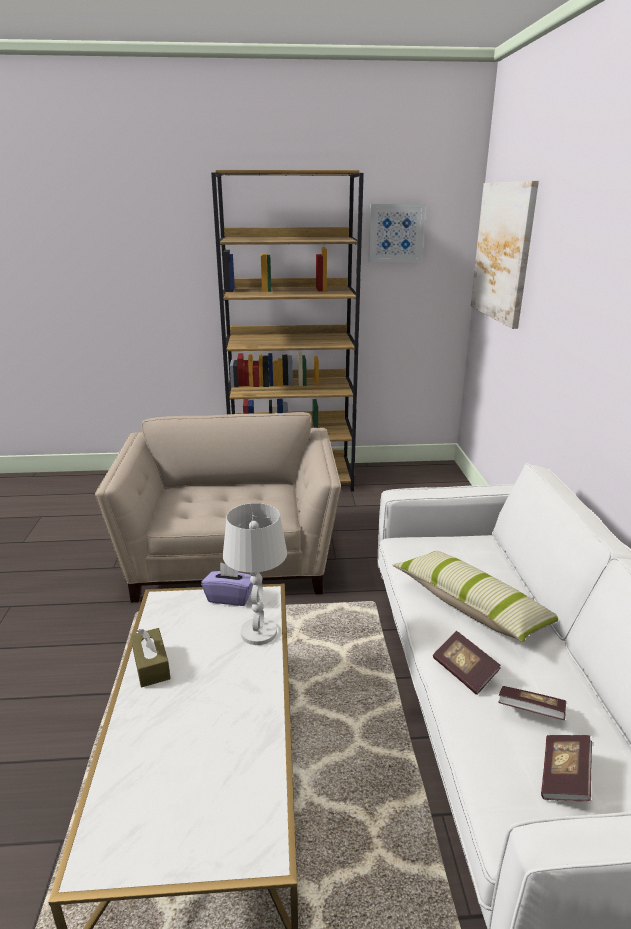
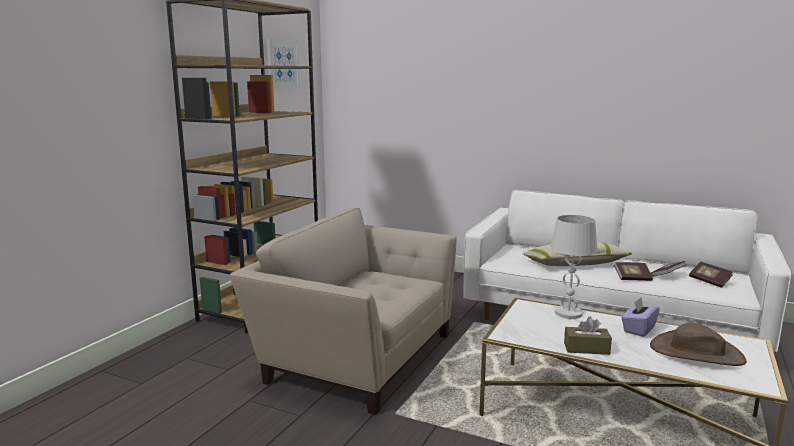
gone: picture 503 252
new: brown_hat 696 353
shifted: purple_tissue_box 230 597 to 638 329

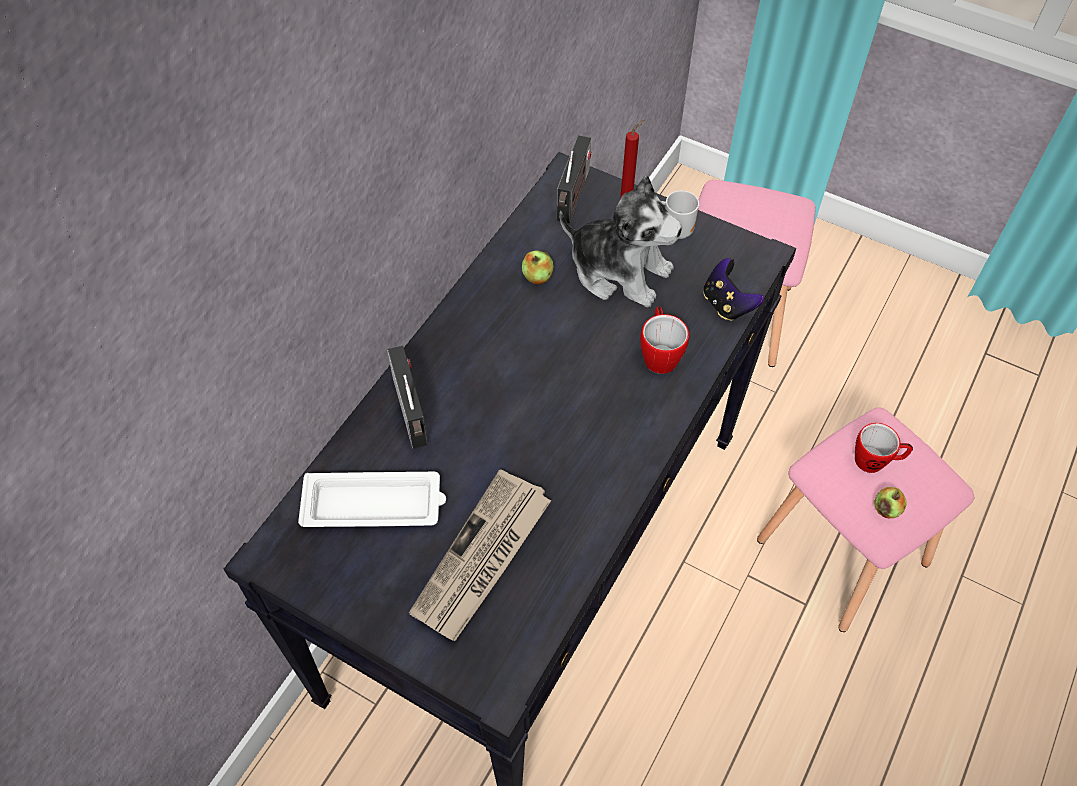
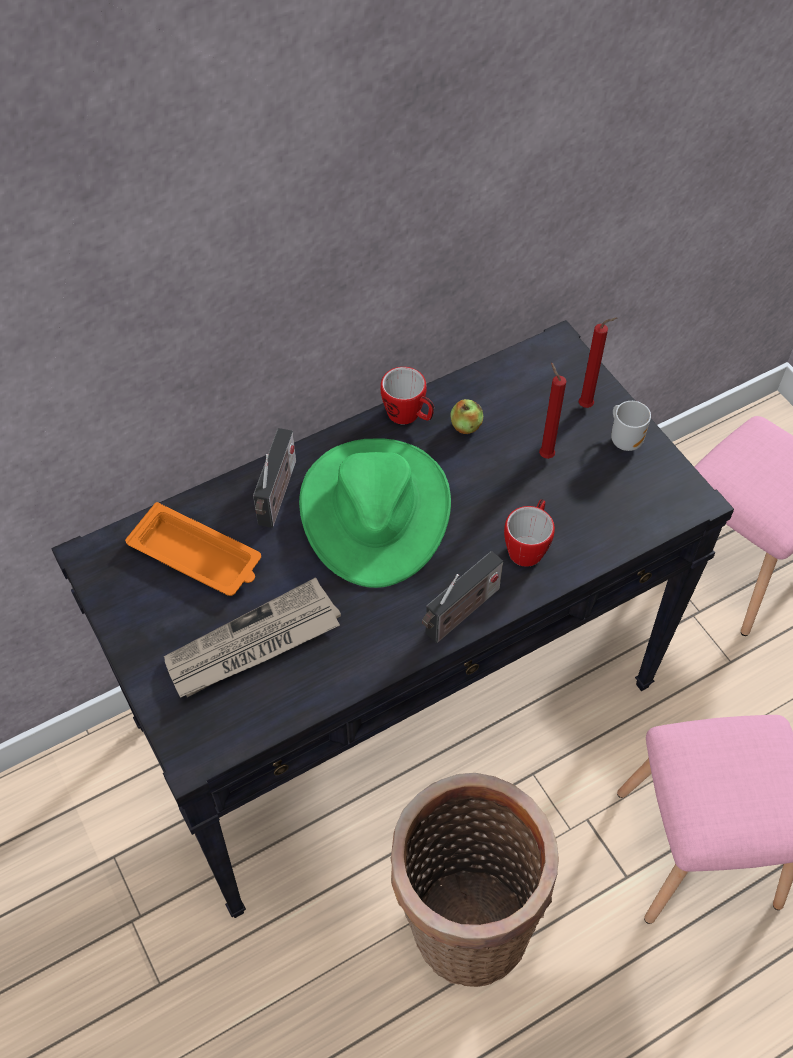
gone: game_controller 727 304; apple 886 509
new: green_hat 374 511; basket 463 921
shifted: radio 573 198 to 460 614; mug 876 461 to 409 416
swapped: plush_toy 619 271 to red_candle 544 454
repainted: white_tray 375 505 to orange_tray 197 556

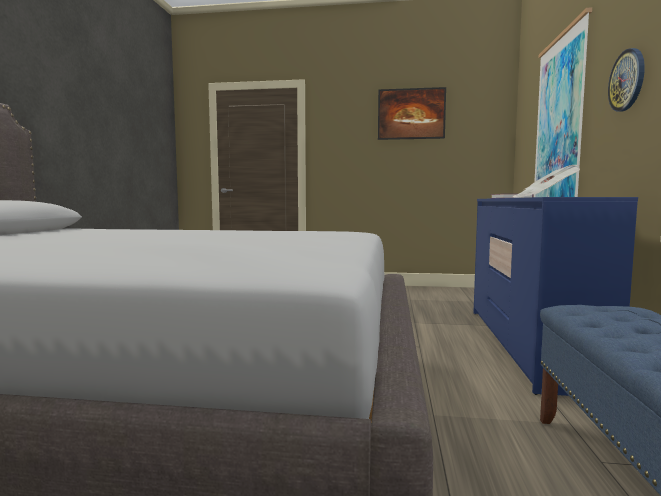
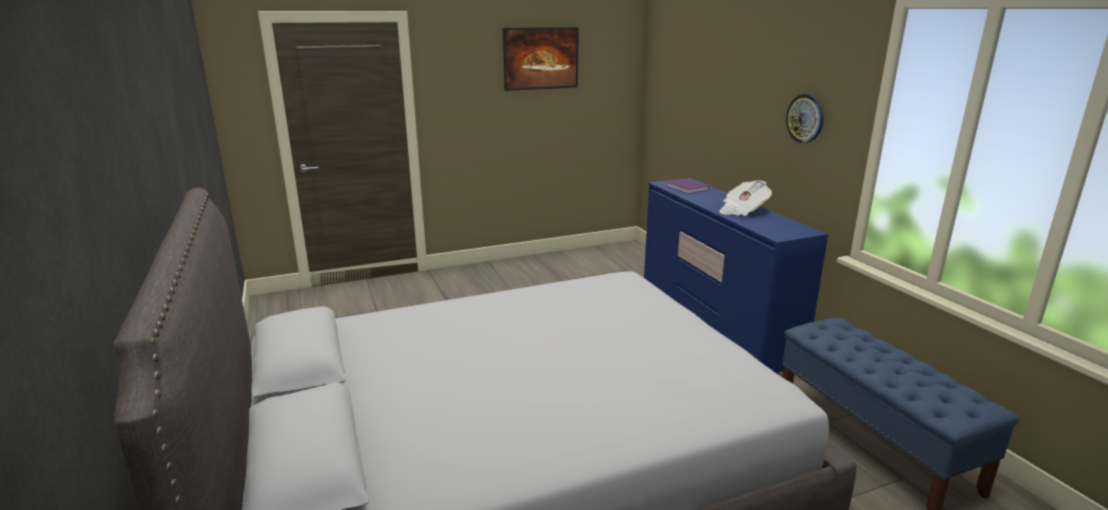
gone: picture 559 128

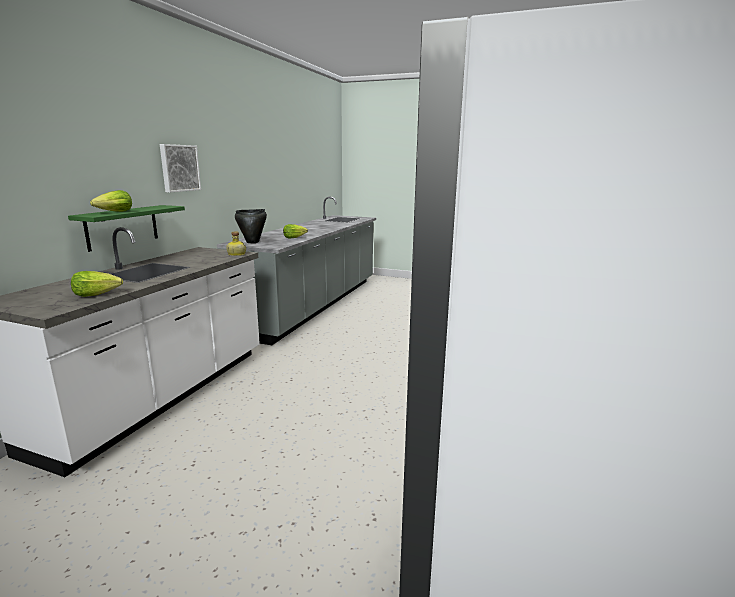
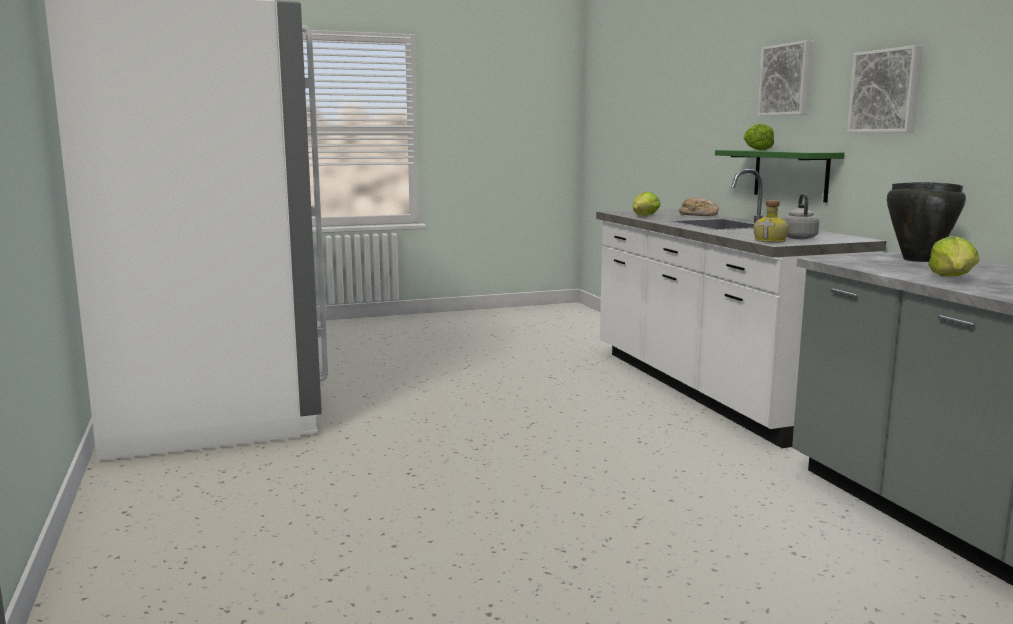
new: picture 787 80; grey_kettle 798 238; bread 699 215

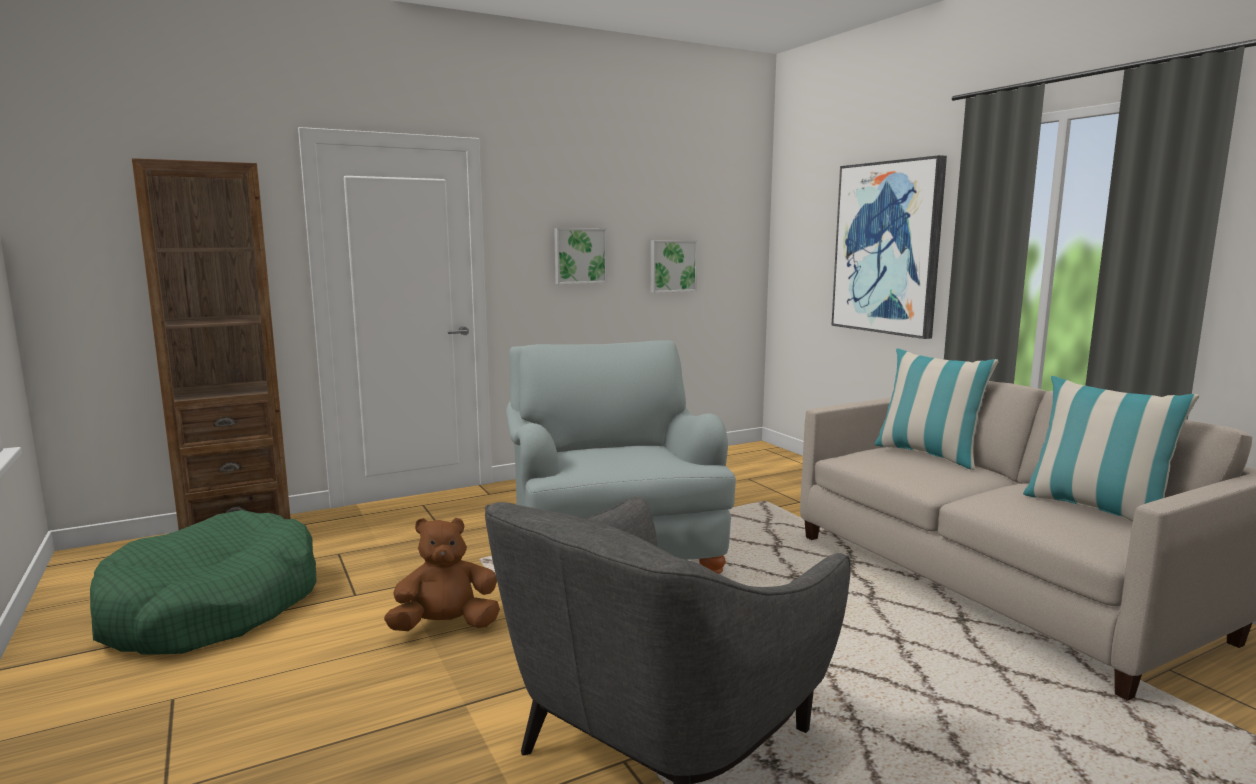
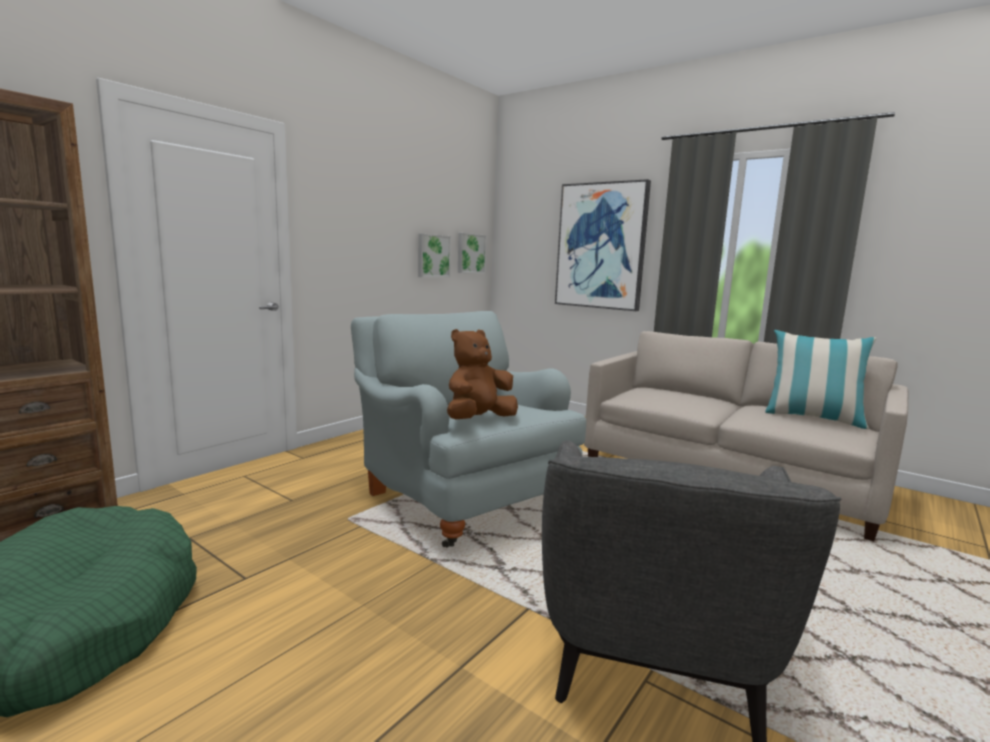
gone: pillow 928 454
shifted: picture 579 256 to 470 253; brown_plush_toy 446 626 to 478 420

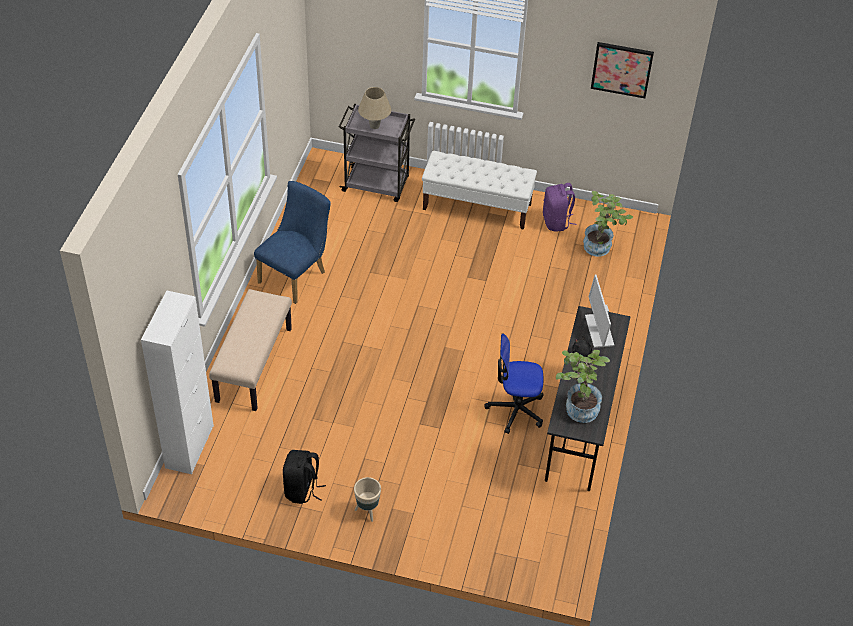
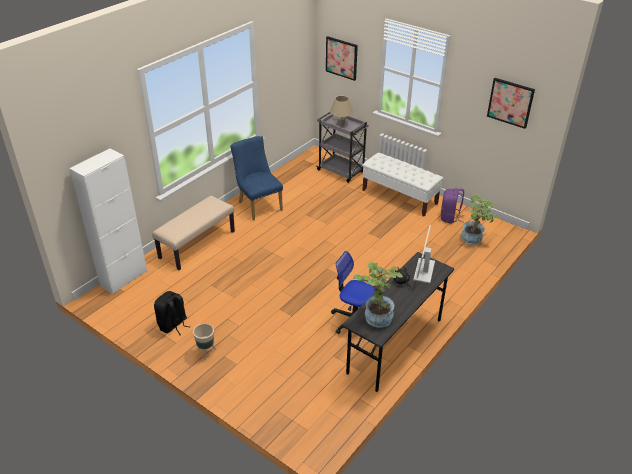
new: picture 341 58
rotated: blue_chair 296 275 = 258 205 90 degrees counterclockwise

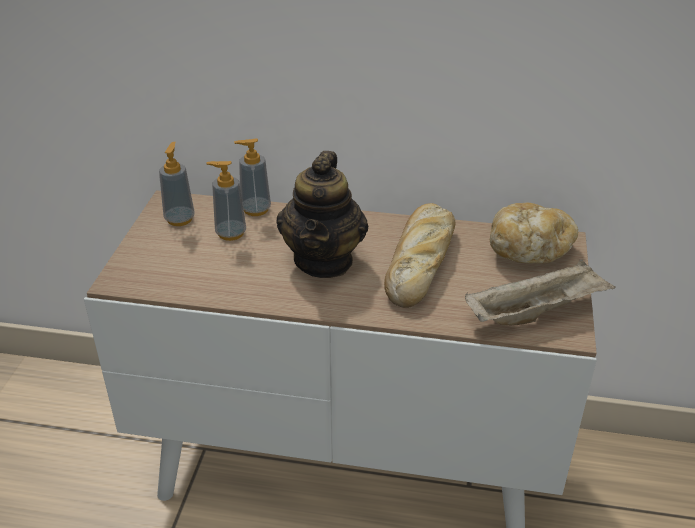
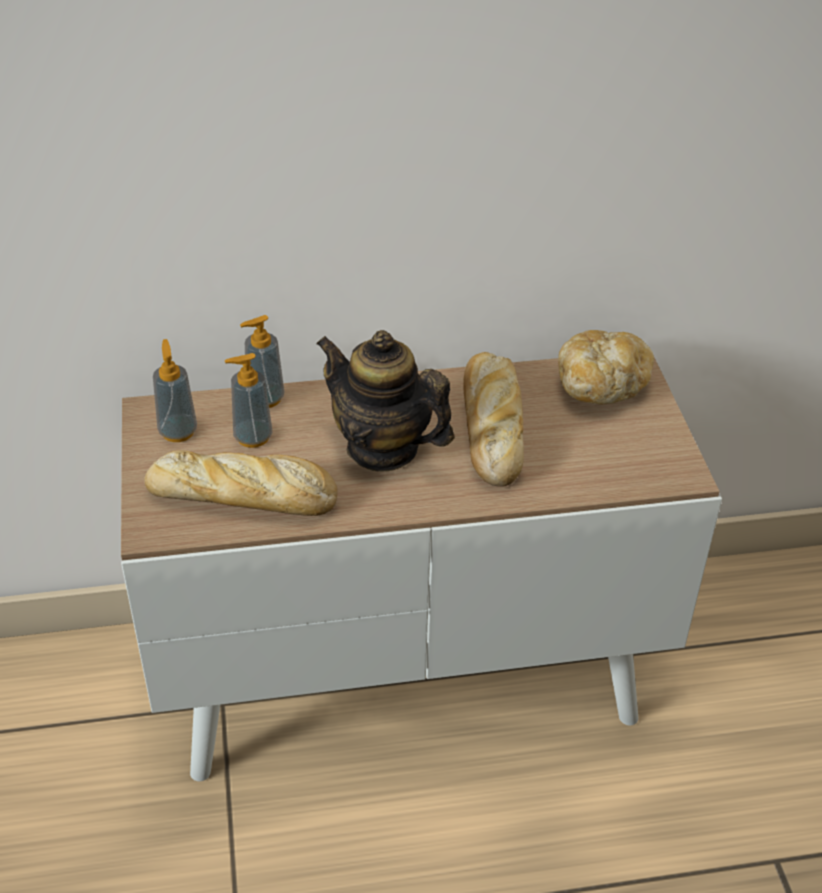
gone: beige_tray 536 312
new: bread 246 496
rotated: teapot 324 260 = 383 448 135 degrees clockwise

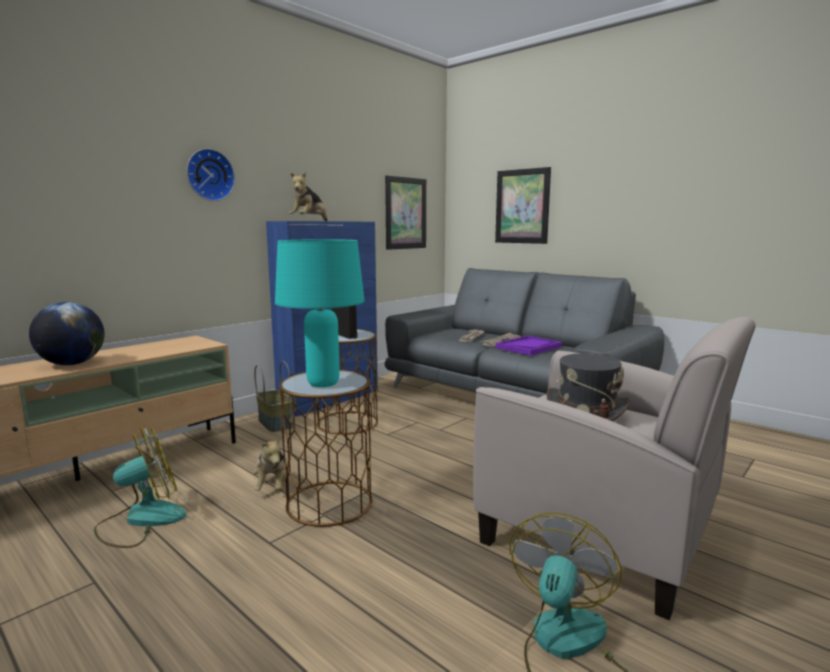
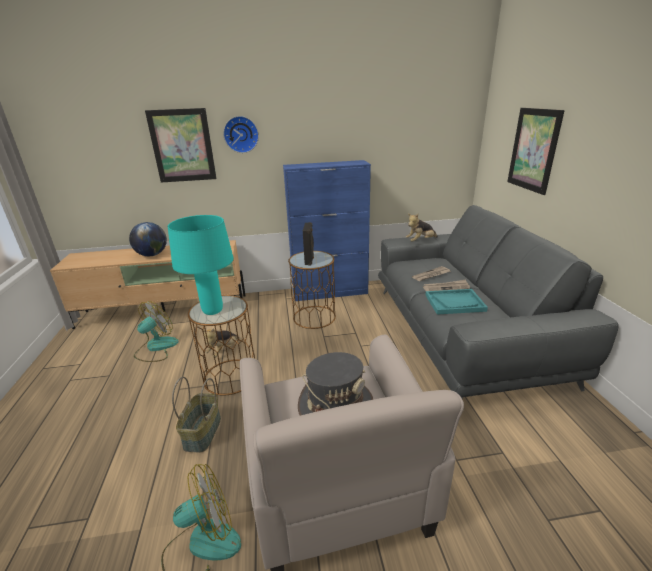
shifted: plush_toy 309 220 to 420 241; picture 405 213 to 182 146; basket 276 423 to 203 433
repainted: purple_tray 528 347 to turquoise_tray 455 303
rotated: fan 141 520 = 156 348 60 degrees counterclockwise

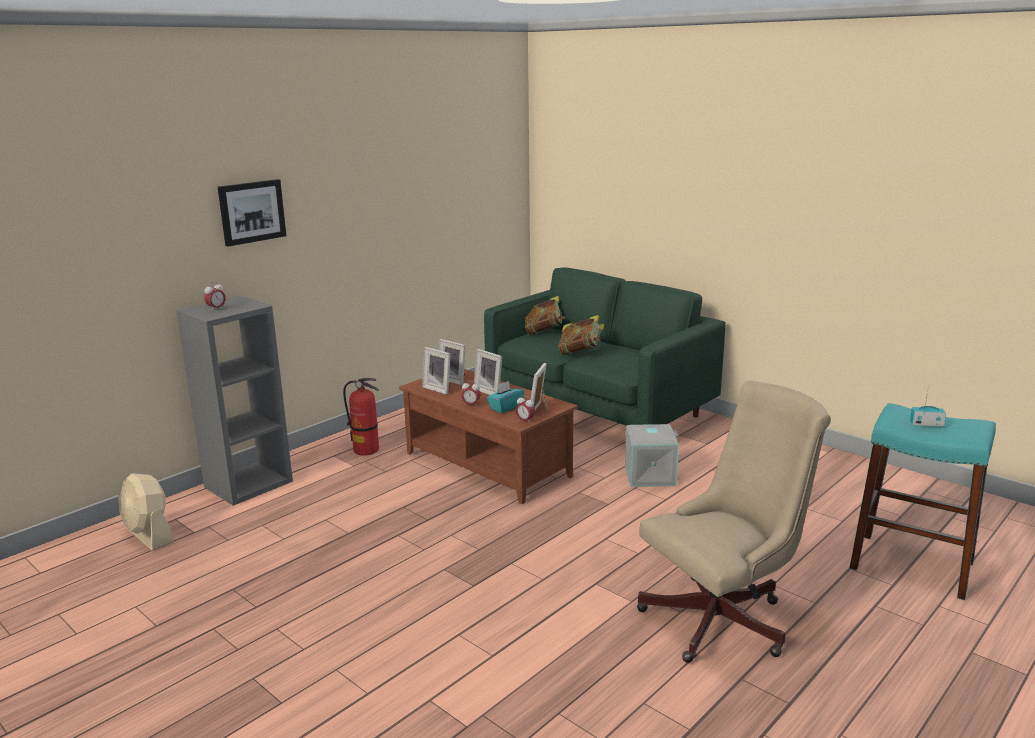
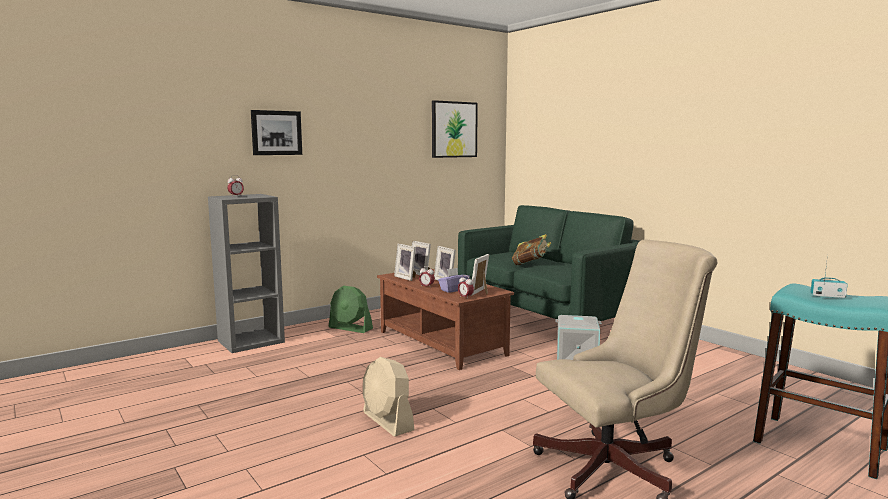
gone: book 544 332
new: picture 454 129
shifted: beige_fan 149 535 to 388 421
swapped: fire_extinguisher 366 450 to green_fan 350 328
repainted: turquoise_tissue_box 505 408 to purple_tissue_box 453 290

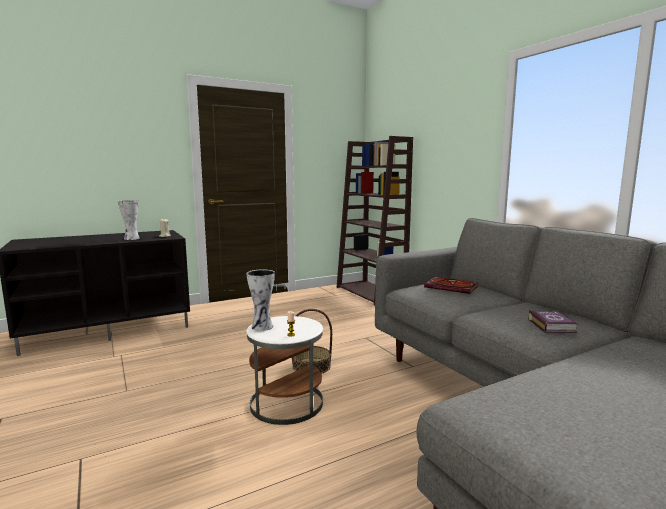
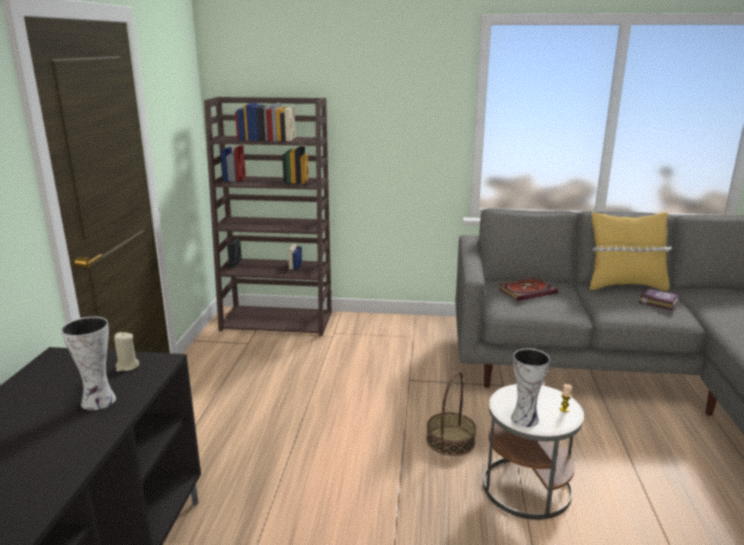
new: yellow_pillow 624 285

